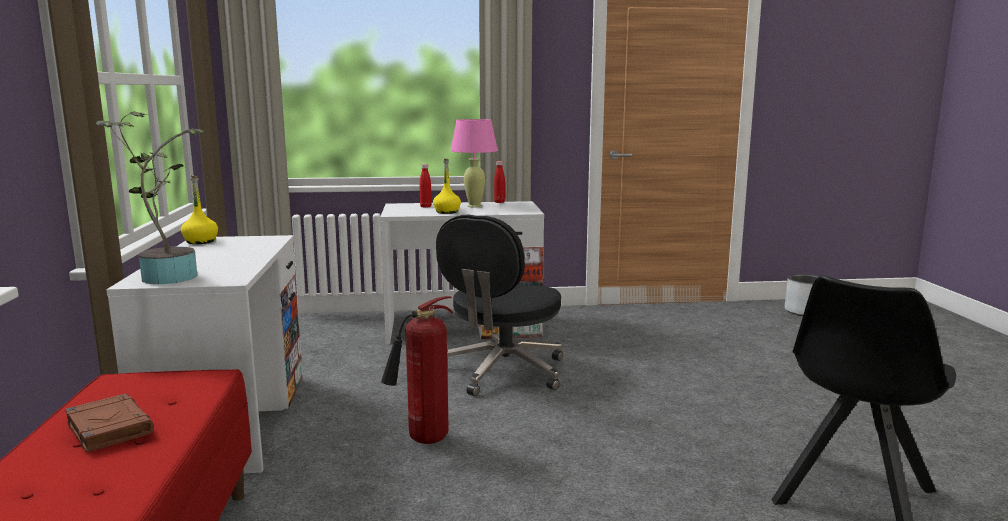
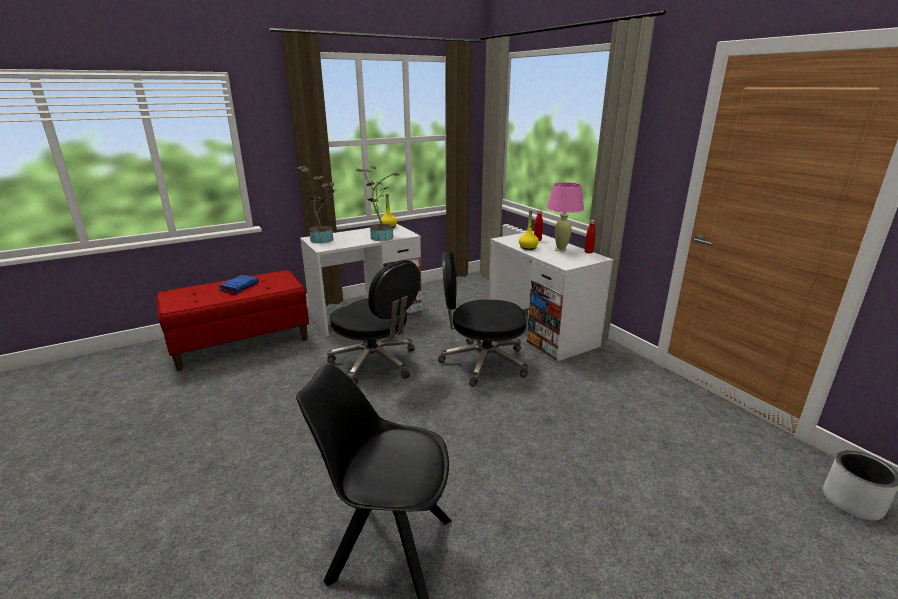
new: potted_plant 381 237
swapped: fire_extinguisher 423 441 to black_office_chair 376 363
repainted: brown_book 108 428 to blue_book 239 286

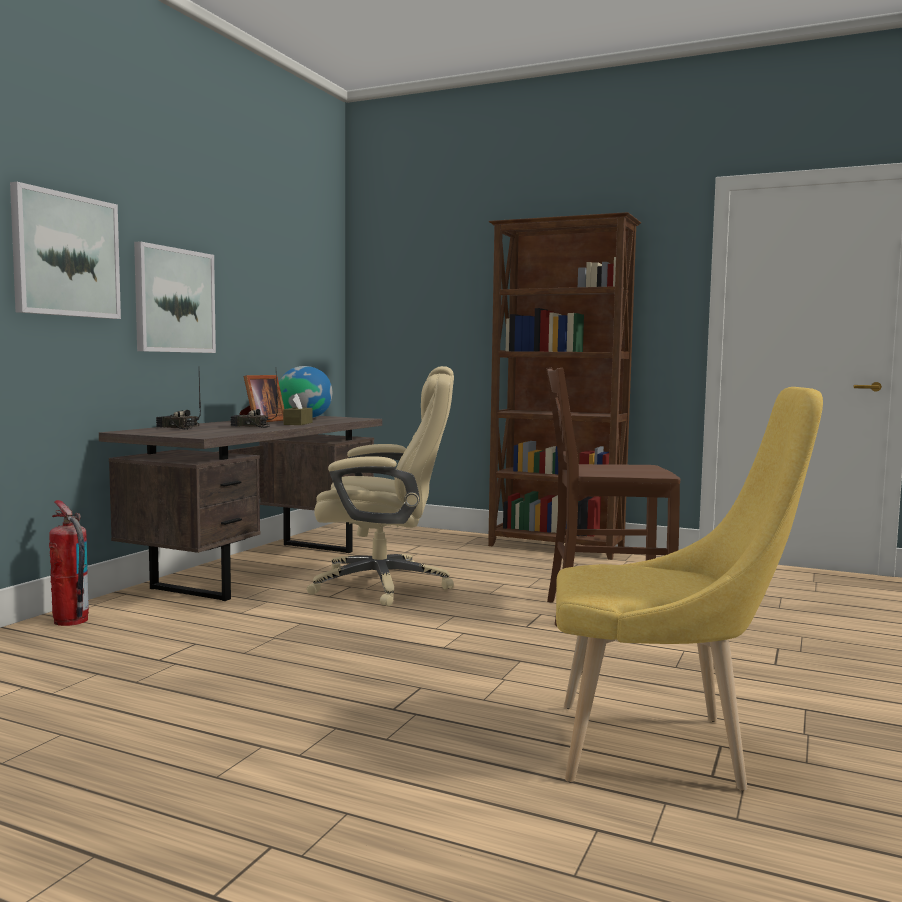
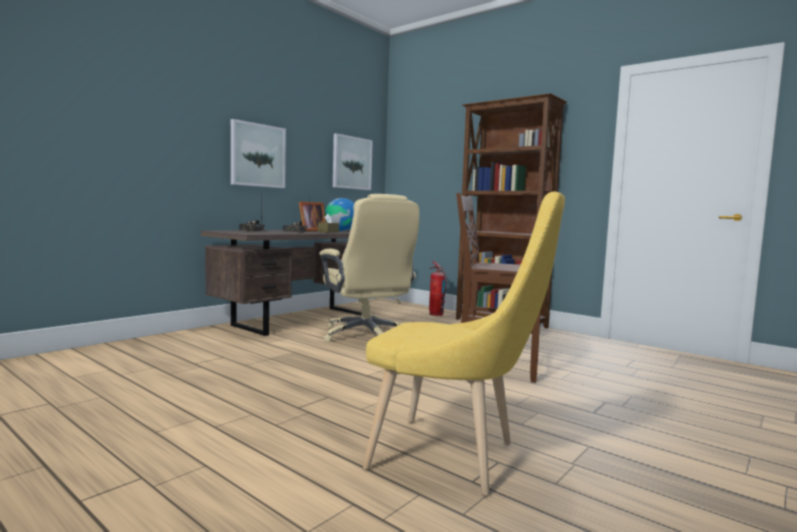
shifted: picture 66 255 to 351 163; fire_extinguisher 70 621 to 436 314
rotated: beige_office_chair 384 585 = 366 336 45 degrees clockwise

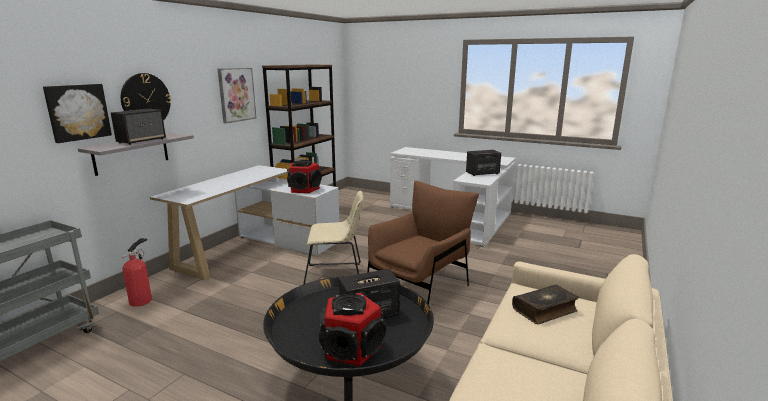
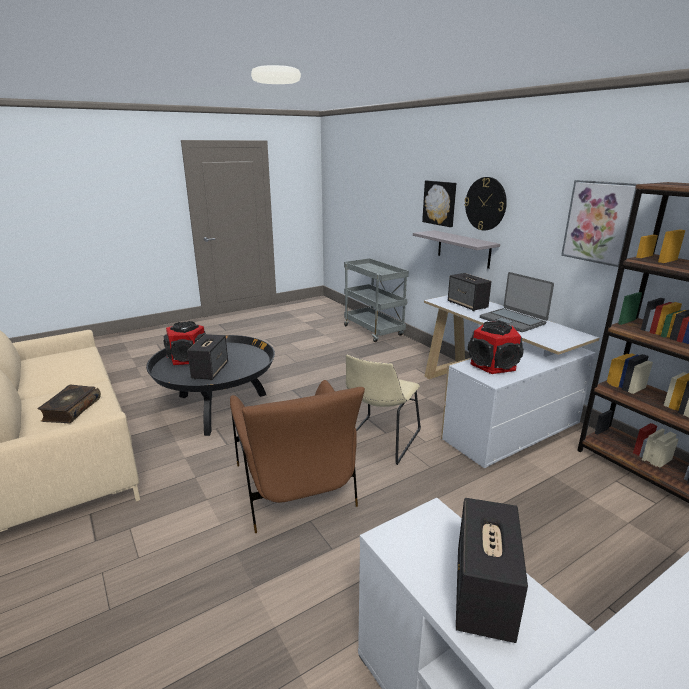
gone: fire_extinguisher 142 300
new: laptop 513 321
shifted: speaker 142 140 to 467 305

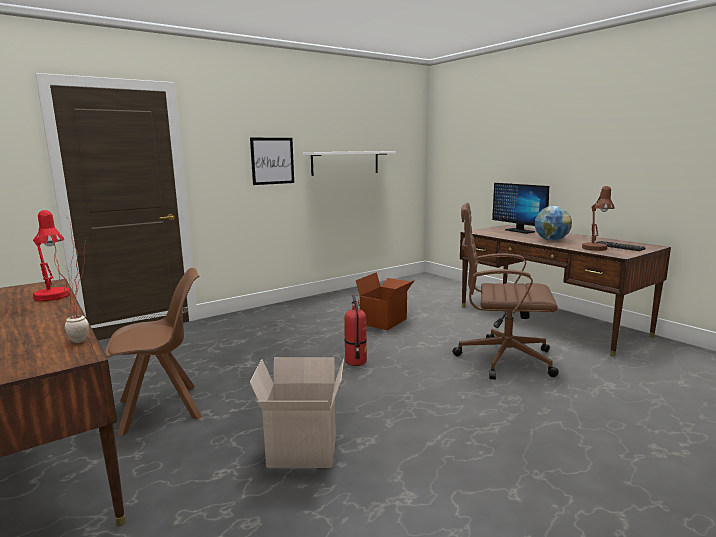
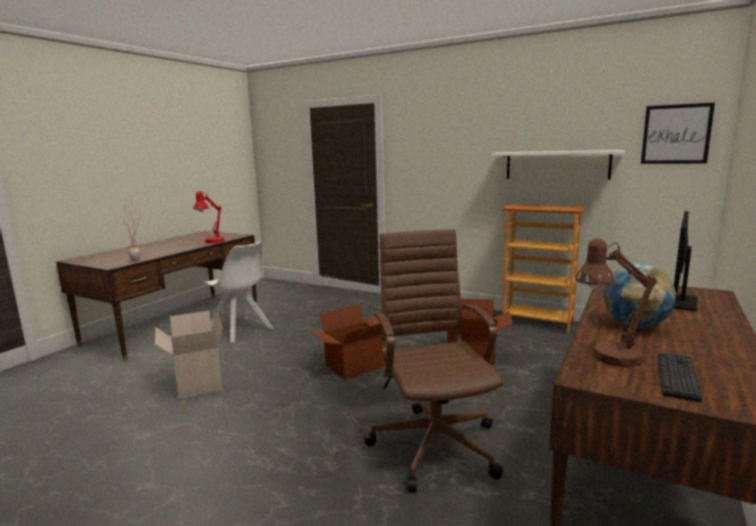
new: bookcase 537 323
shifted: picture 272 161 to 676 134
swapped: fire_extinguisher 355 361 to cardboard_box 355 366
repainted: brown_chair 163 409 to white_chair 240 330

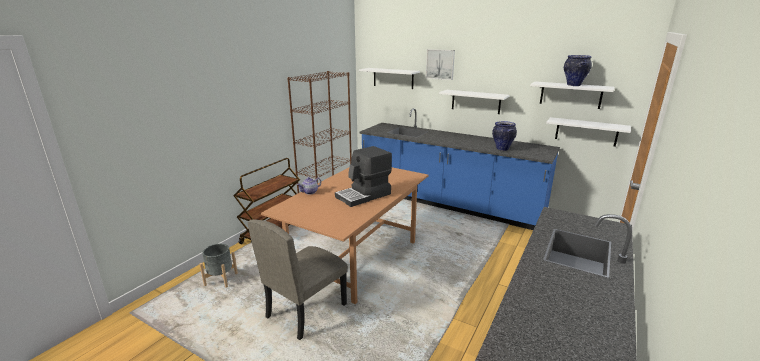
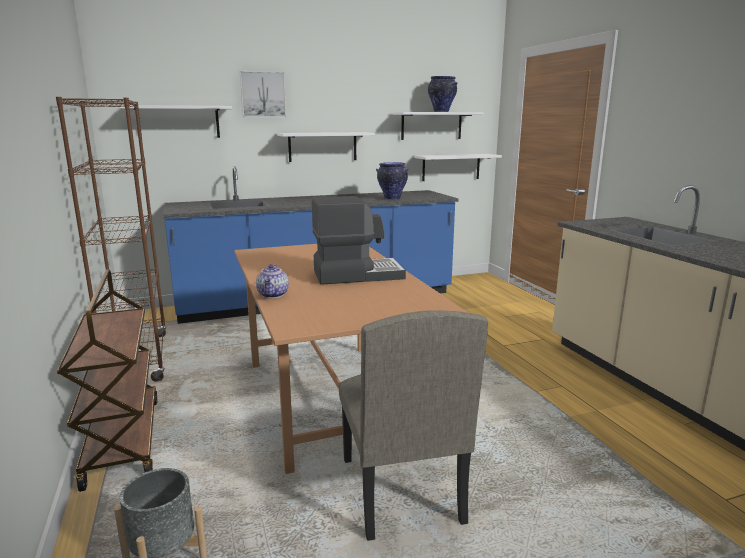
rotated: coffee_machine 364 195 = 357 274 105 degrees counterclockwise

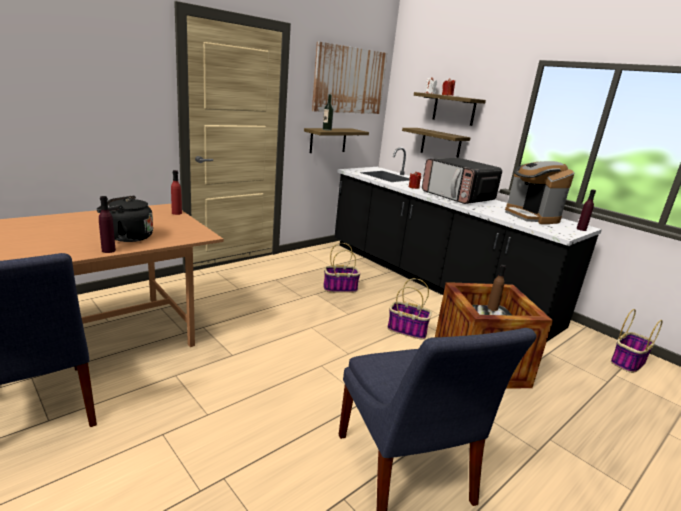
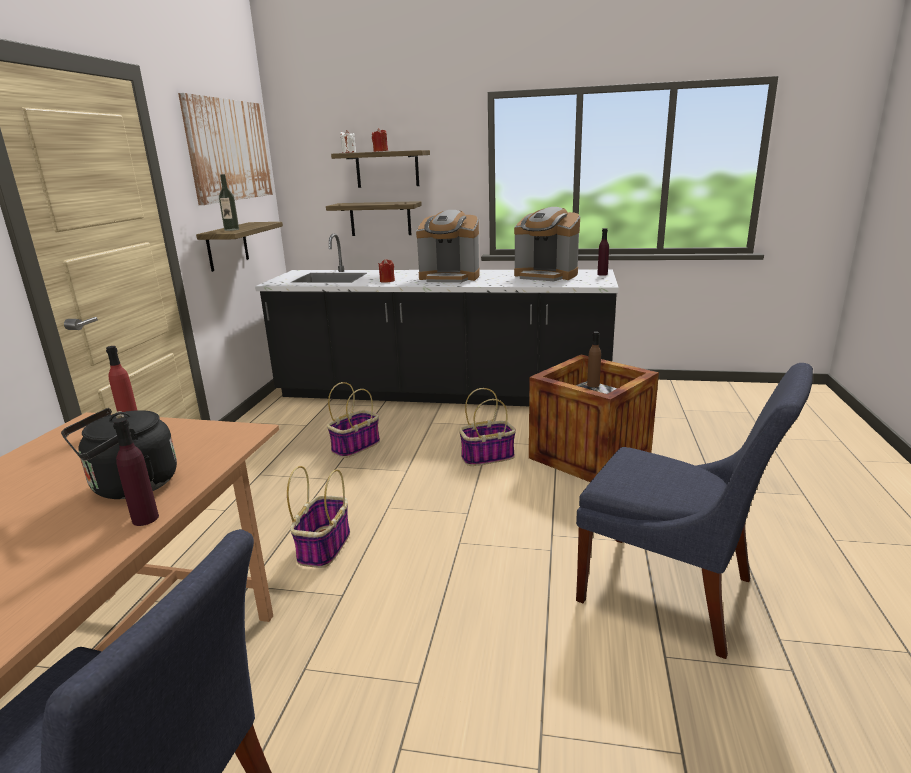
shifted: basket 628 362 to 324 546
swapped: microwave 458 197 to coffee_machine 450 278

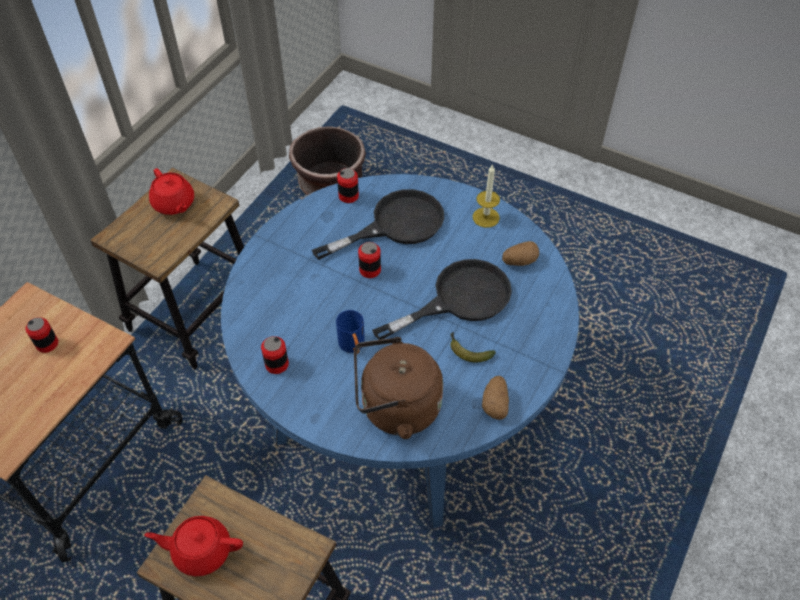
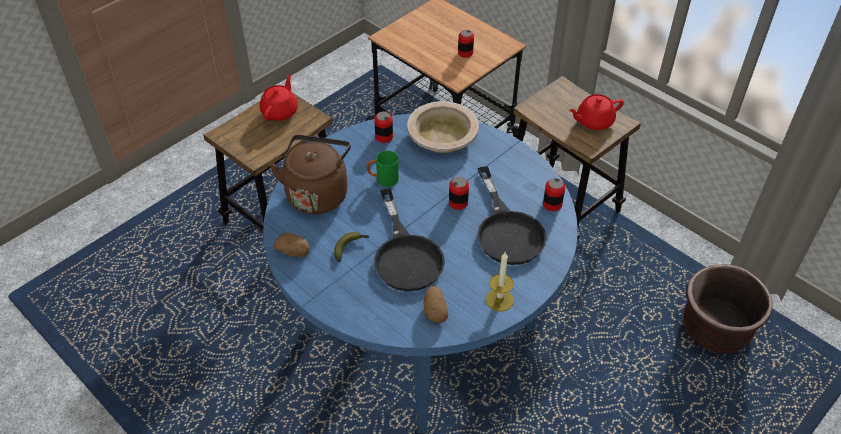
new: beige_bowl 442 136
repainted: blue_mug 353 347 to green_mug 383 179

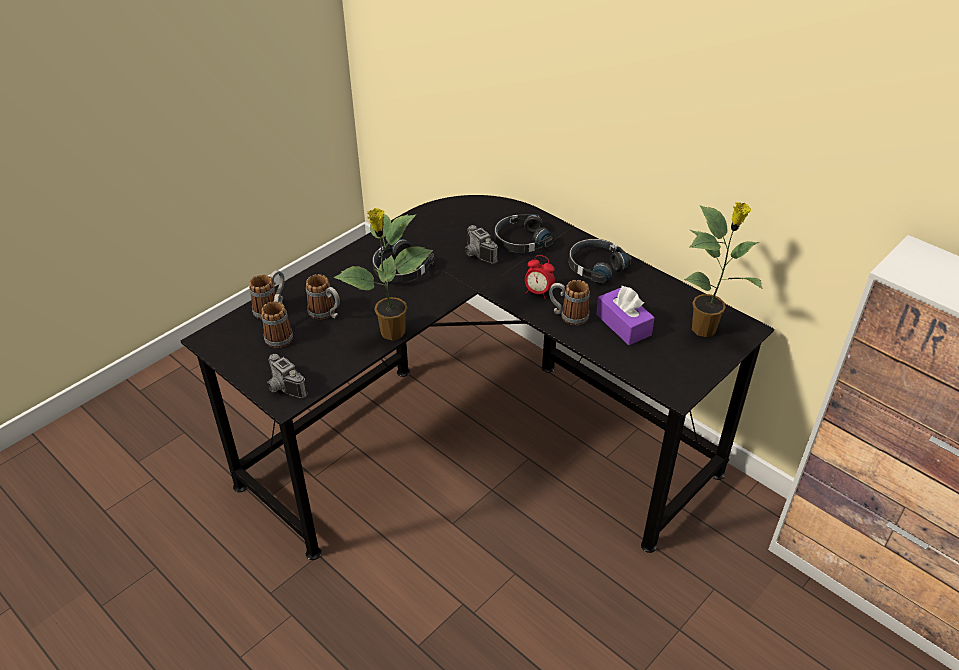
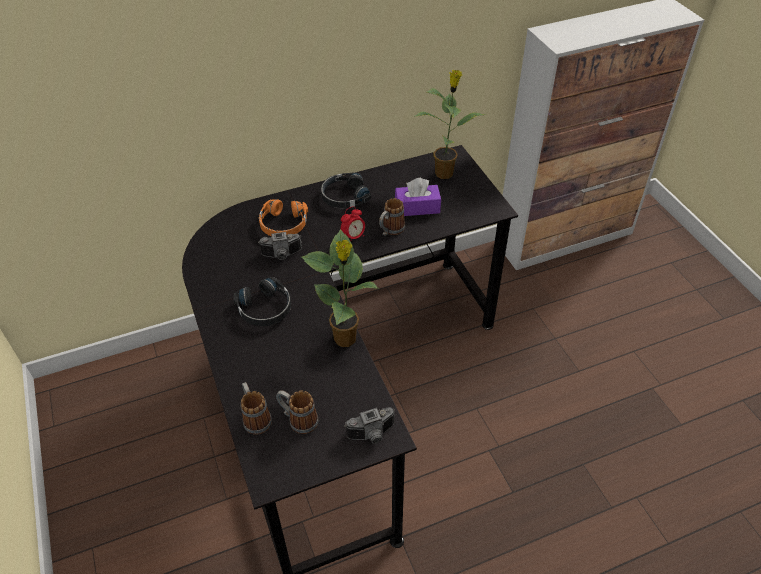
gone: mug 326 314
repainted: black_headphones 520 241 to orange_headphones 283 224

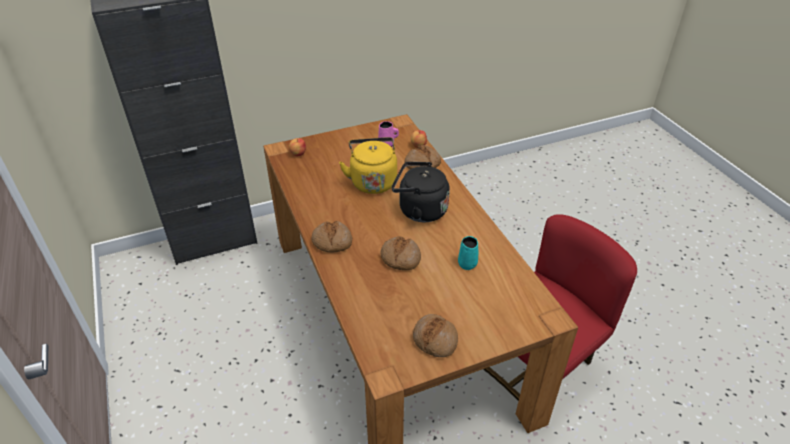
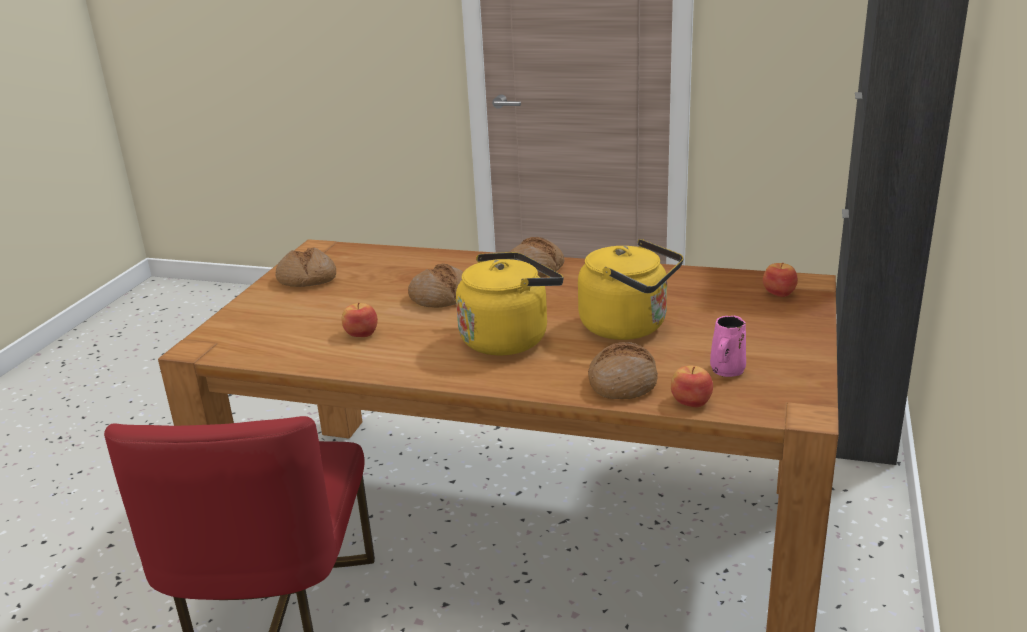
swapped: turquoise_mug 467 263 to apple 361 333
repainted: black_kettle 419 210 to yellow_kettle 508 338

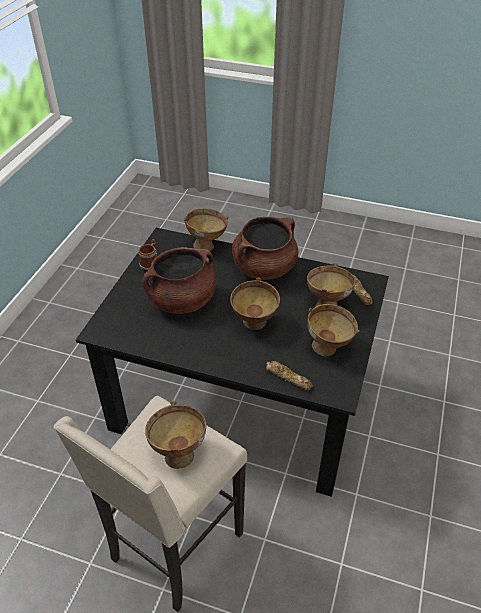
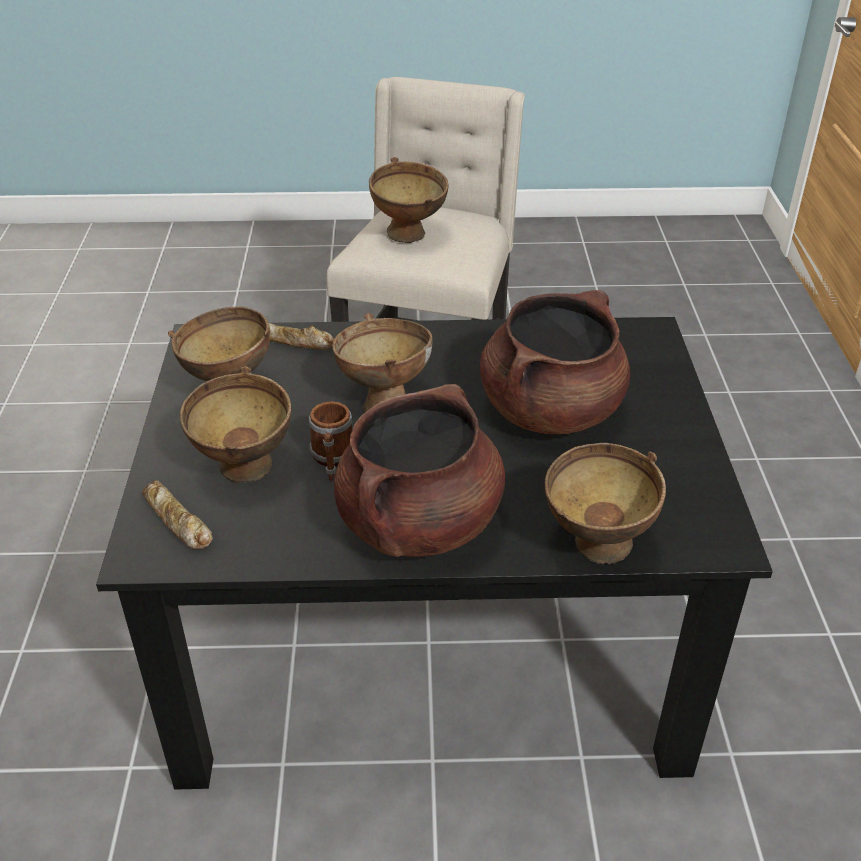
shifted: mug 150 264 to 332 460

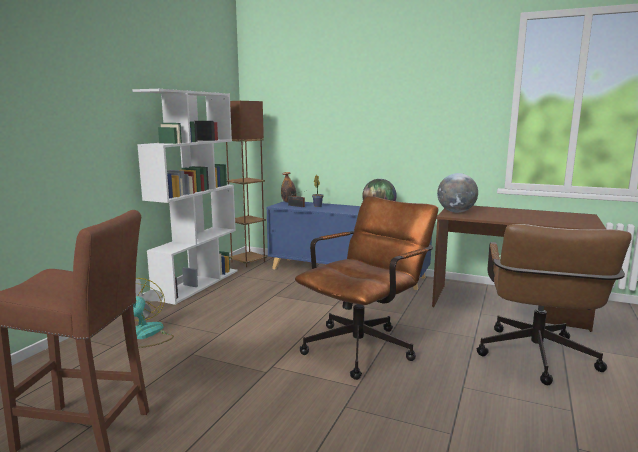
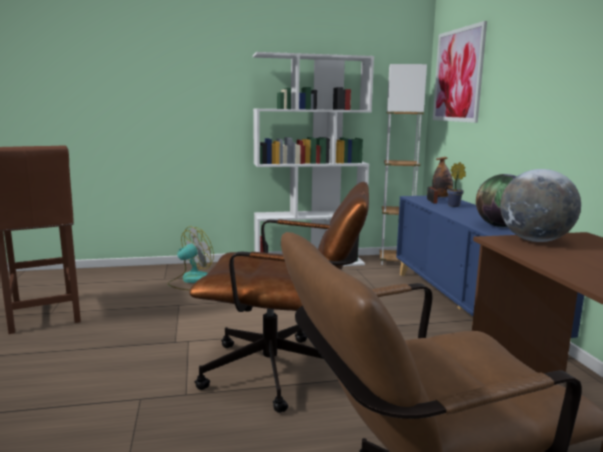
new: picture 458 75
repainted: brown_floor_lamp 248 261 to white_floor_lamp 395 261

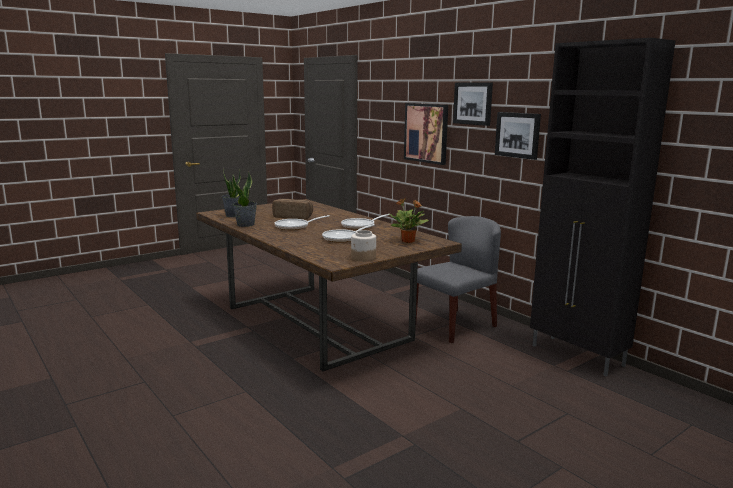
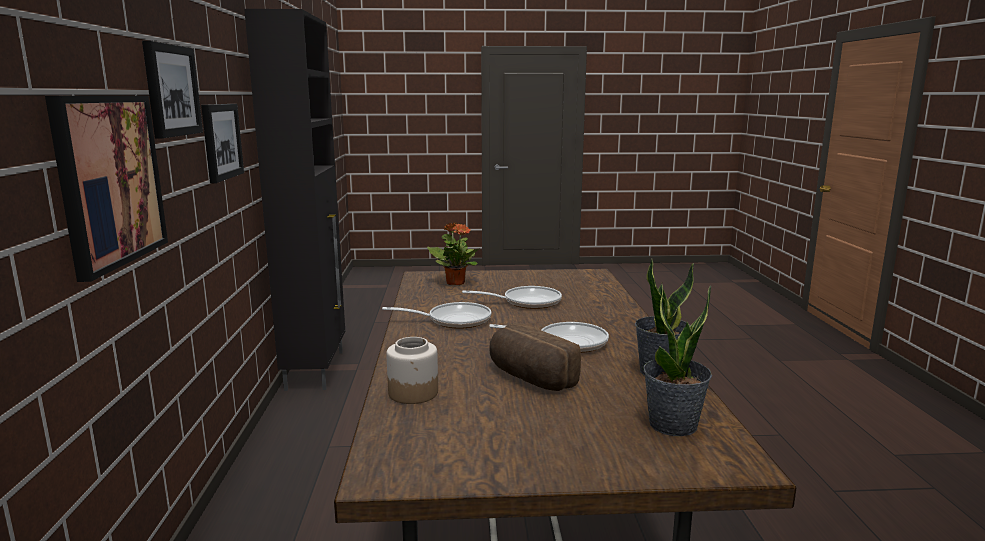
gone: grey_chair 454 325
shifted: jar 363 258 to 413 393

